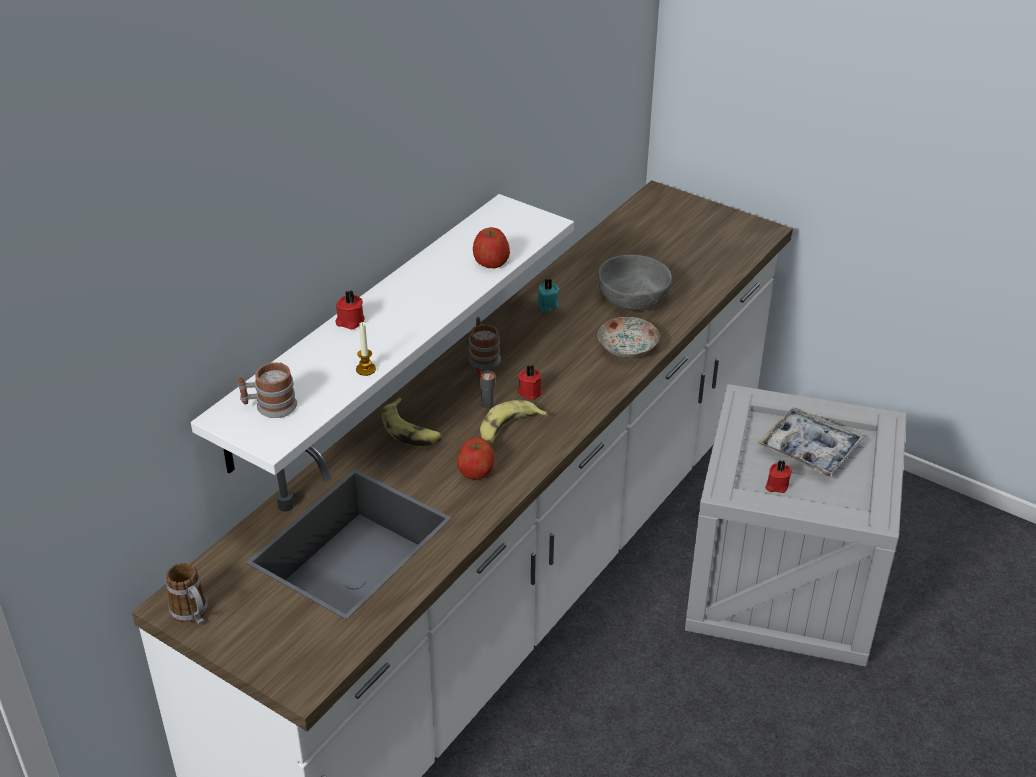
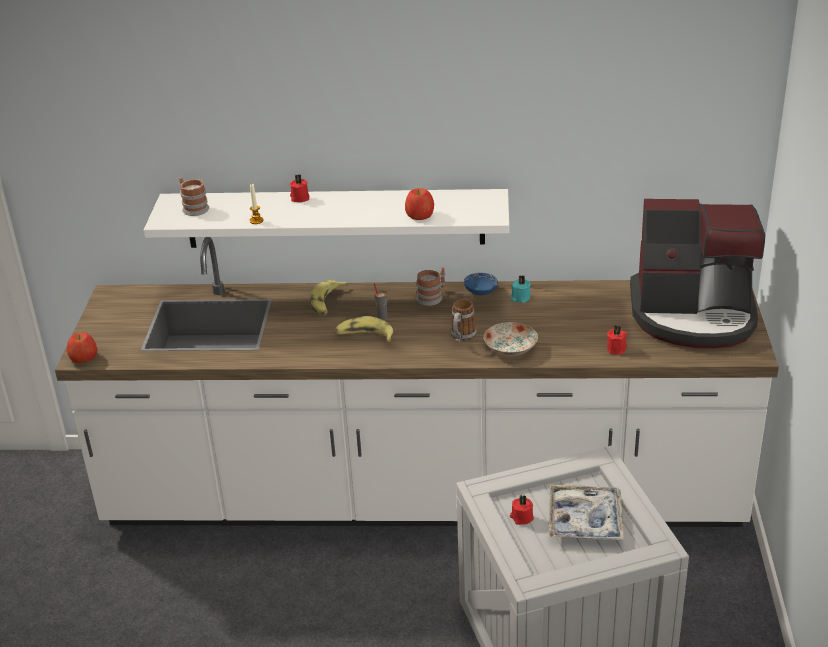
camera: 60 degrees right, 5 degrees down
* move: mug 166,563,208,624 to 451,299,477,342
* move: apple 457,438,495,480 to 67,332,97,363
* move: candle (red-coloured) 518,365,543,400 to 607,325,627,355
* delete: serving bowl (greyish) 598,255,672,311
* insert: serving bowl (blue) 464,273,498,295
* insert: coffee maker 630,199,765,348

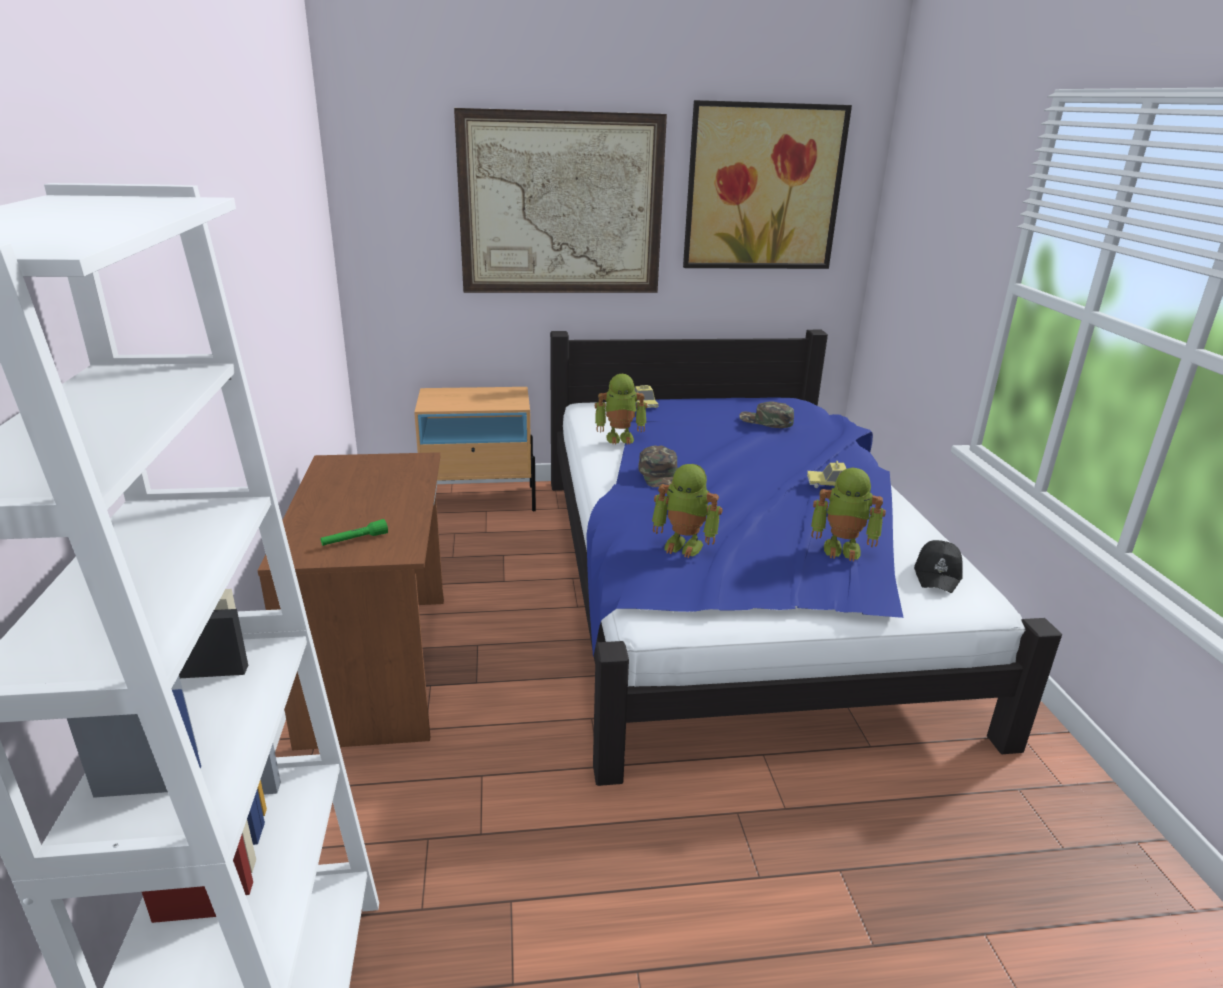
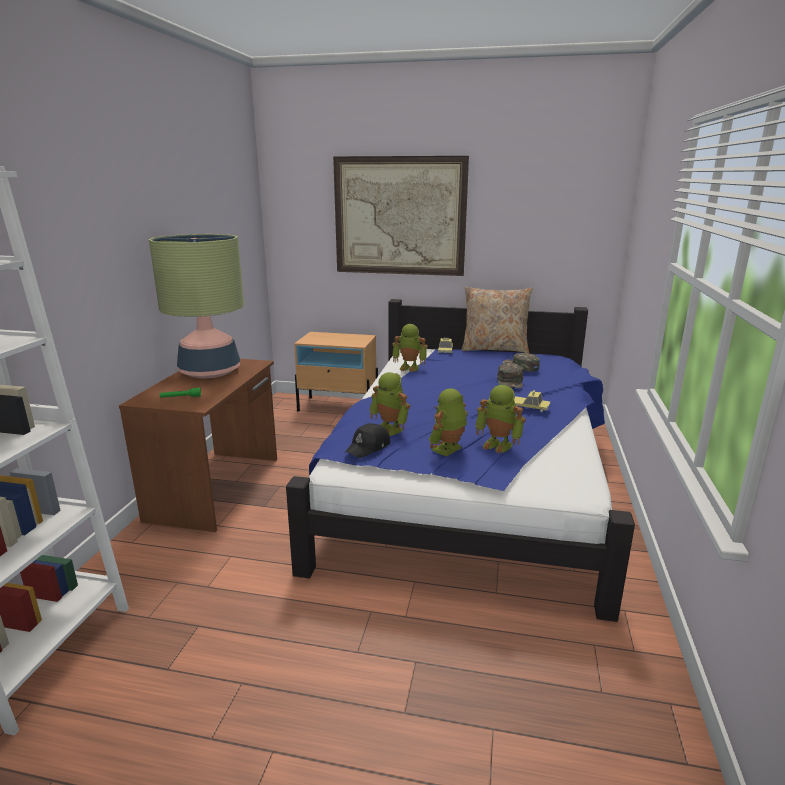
camera: 20 degrees right, 5 degrees down
* move: peaked cap (green) 638,445,678,487 to 497,363,523,388
* delete: wall art 683,100,852,269
* move: peaked cap (blackish) 914,540,963,593 to 345,423,390,458
* insert: tabletop lamp 149,234,244,379
* insert: model robot 429,388,468,456
* insert: throw pillow (beige-coloured) 462,287,532,353

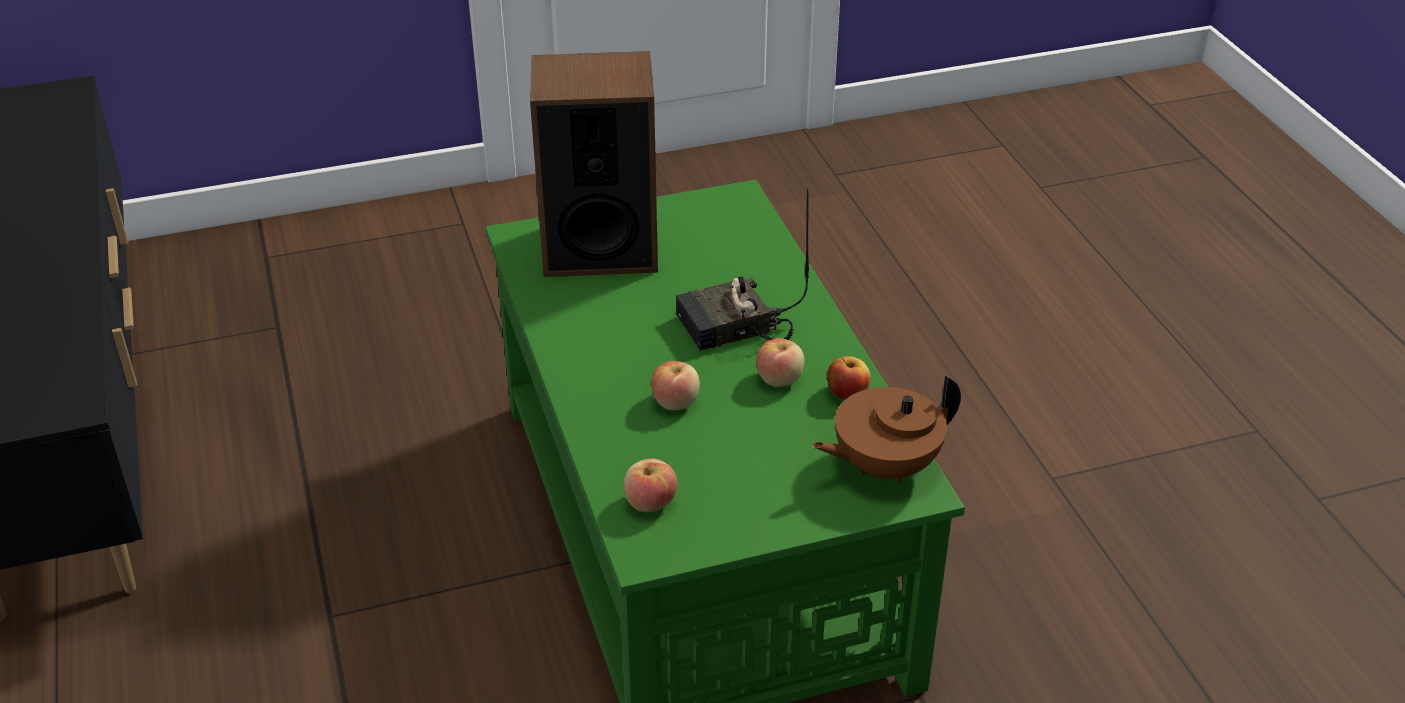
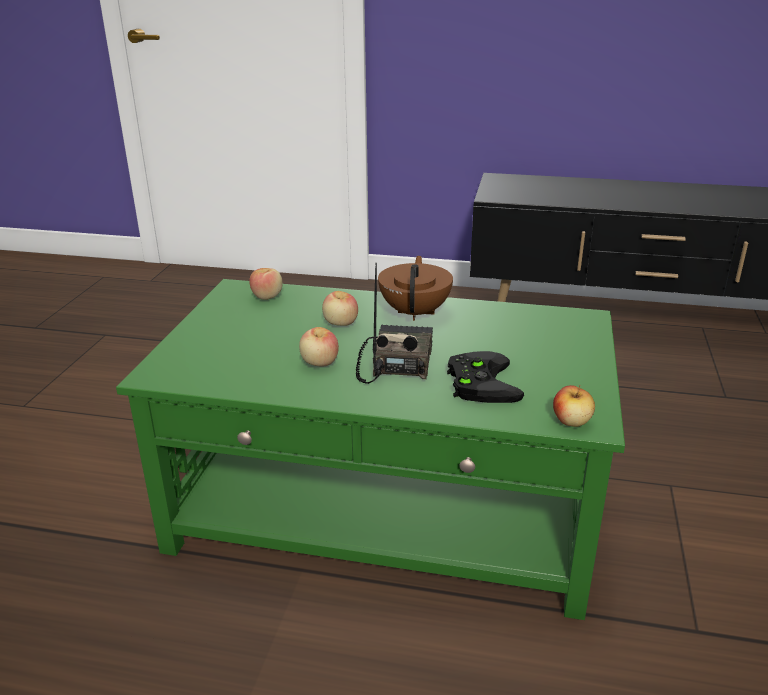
camera: 120 degrees right, 10 degrees down
* delete: audio speaker 530,51,658,277
* move: teapot (brown) 812,375,961,482 to 378,256,453,321
* move: apple 827,356,871,400 to 553,385,595,427
* insert: gamepad (blackish) 447,351,524,403

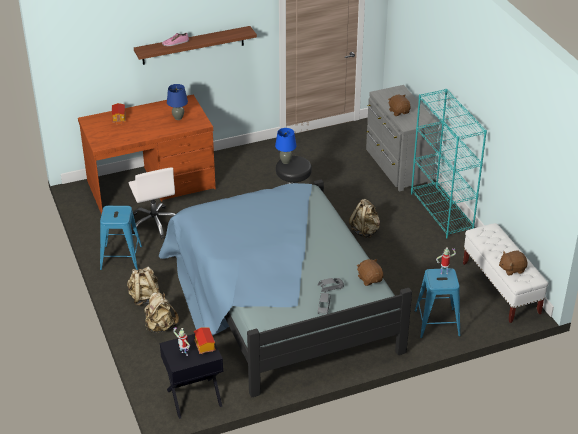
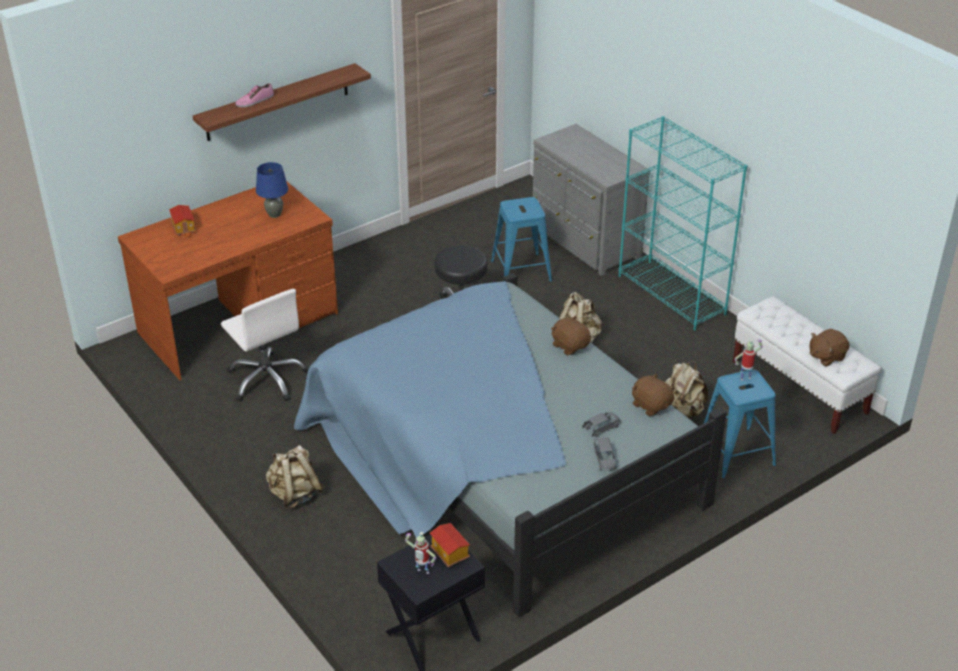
camera: 15 degrees left, 0 degrees up
* move: sitting stool (blue) 100,206,142,270 to 491,197,552,282
* move: knapsack (beige-coloured) 144,292,179,333 to 665,361,708,419
* delete: tabletop lamp (blue) 275,128,297,164
* move: soft toy (brown) 388,95,410,116 to 551,316,591,355

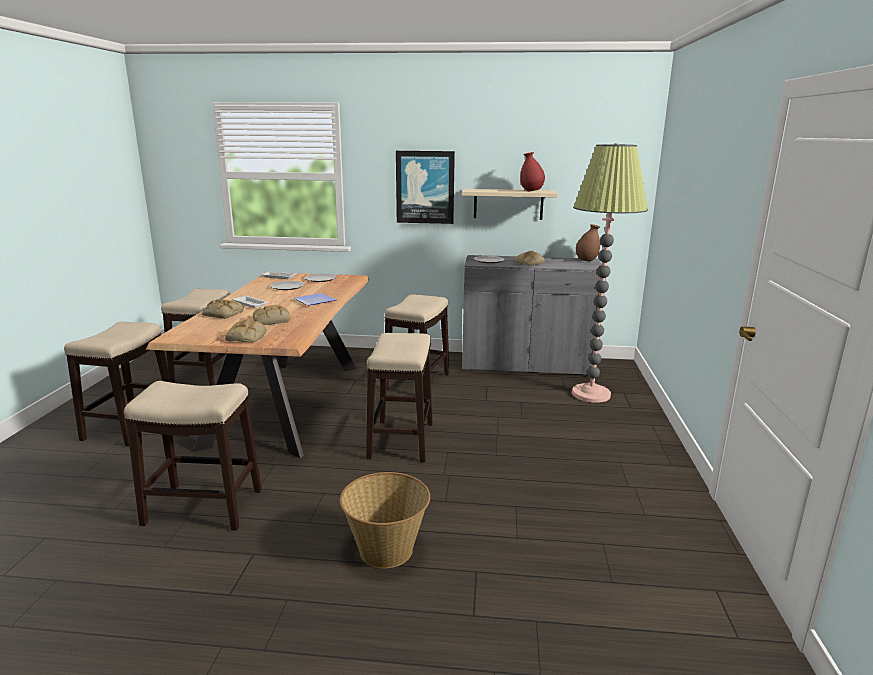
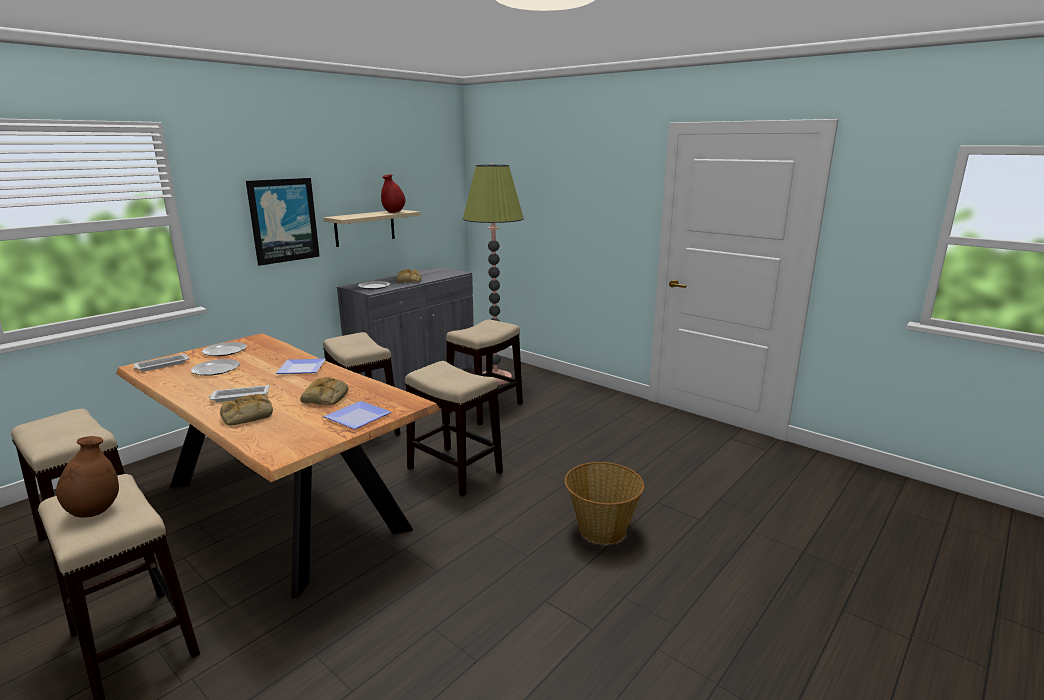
camera: 55 degrees left, 0 degrees up
* move: sitting stool 124,381,262,531 to 446,319,523,425
* replace: bakery bread 225,319,267,342 to dinner plate 323,401,391,429
* move: vase (brown) 576,224,600,262 to 56,436,119,518

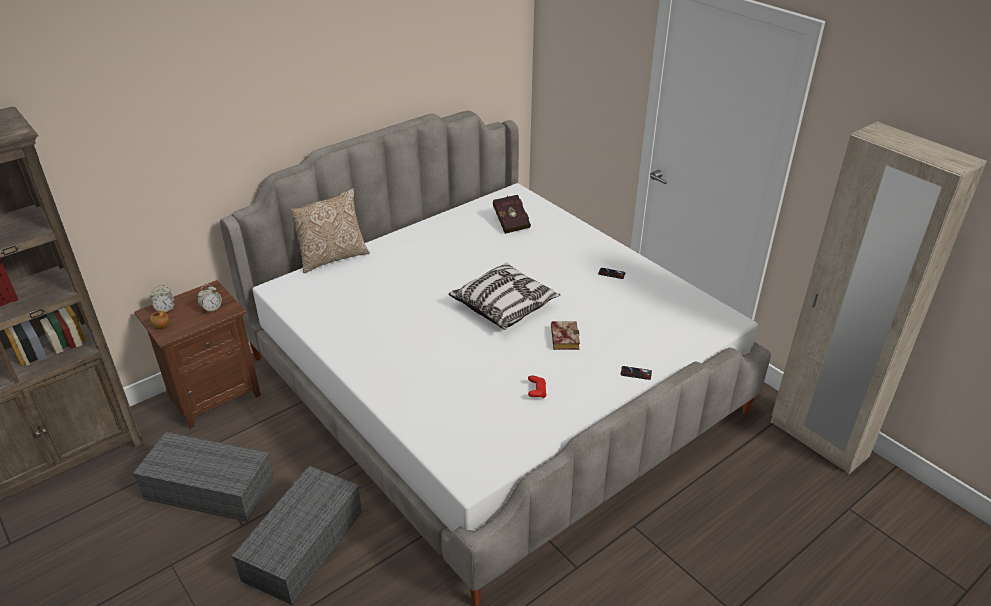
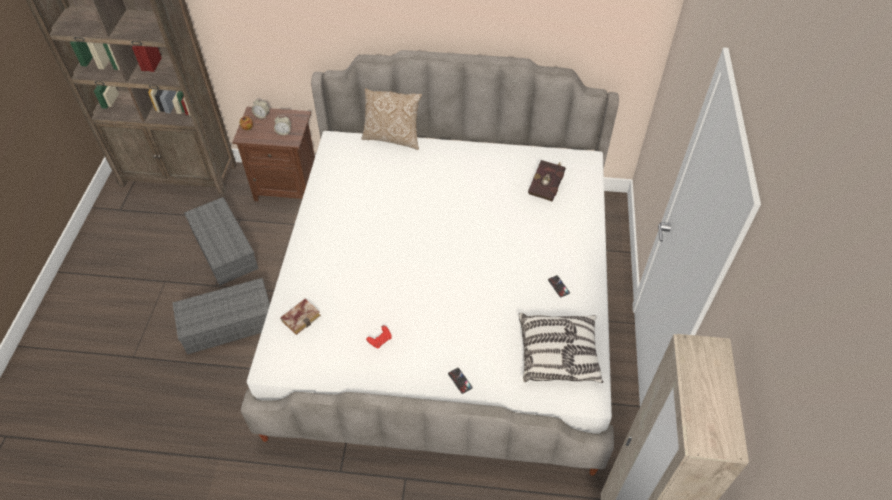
camera: 45 degrees right, 15 degrees up
* move: throw pillow 449,263,561,330 to 519,313,603,383
* move: volume 551,321,580,350 to 280,299,321,335

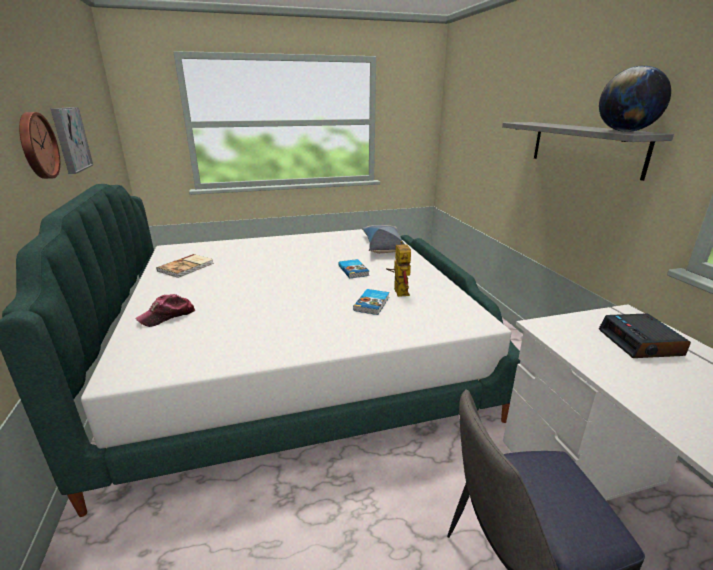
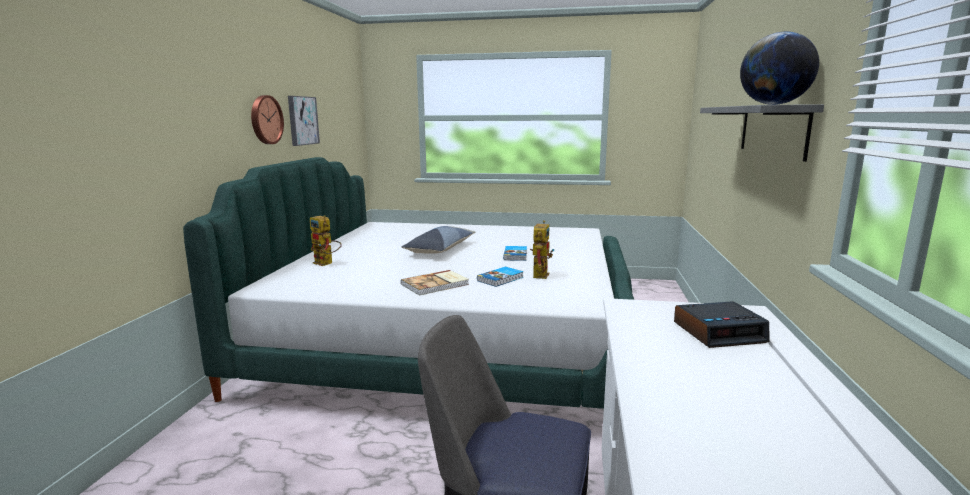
camera: 25 degrees right, 10 degrees down
* replace: peaked cap 135,294,195,327 to model robot 310,215,342,266
* move: volume 156,254,214,278 to 401,270,469,295
* move: throw pillow 362,225,405,254 to 401,226,475,254
* rotate: alarm clock 599,313,691,358 = 674,301,770,348 120 degrees counterclockwise

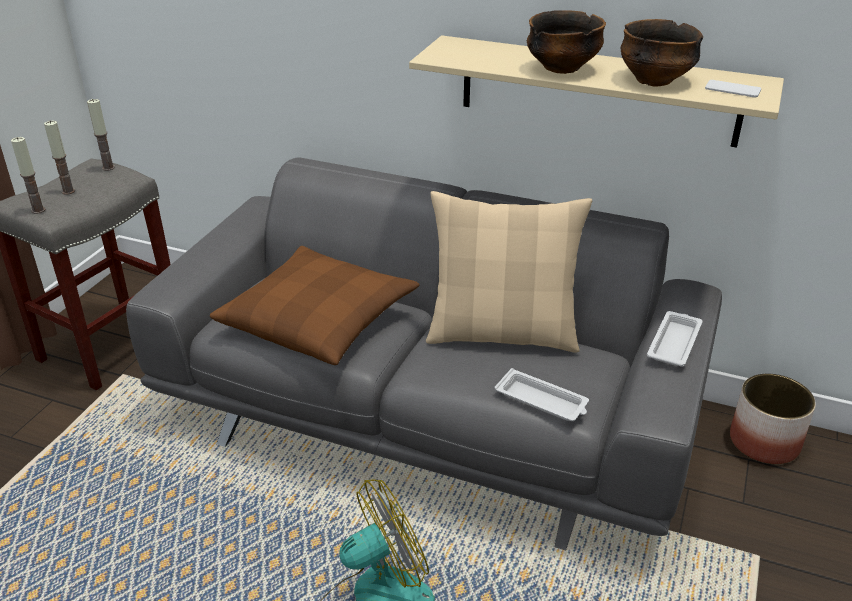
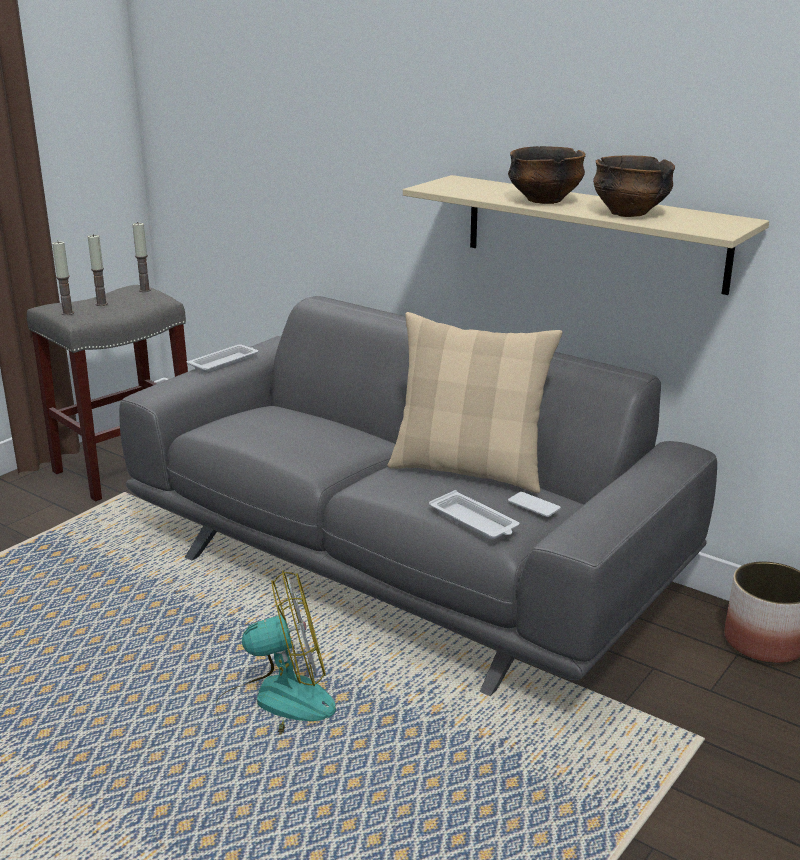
camera: 15 degrees right, 10 degrees down
* delete: throw pillow (brown) 210,246,420,365
* move: tray (white) 647,311,703,367 to 187,344,258,373
* move: telephone 705,80,761,98 to 508,492,561,517

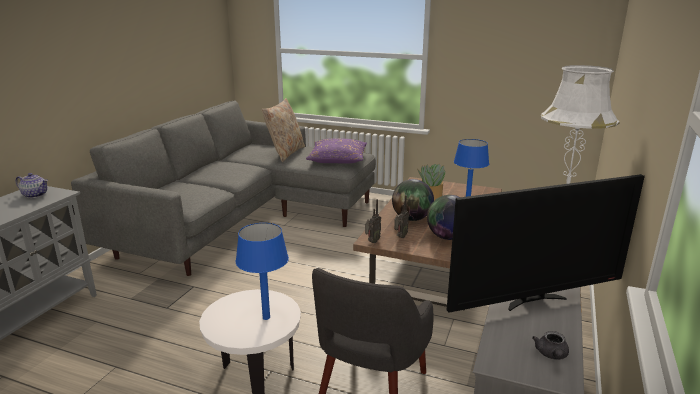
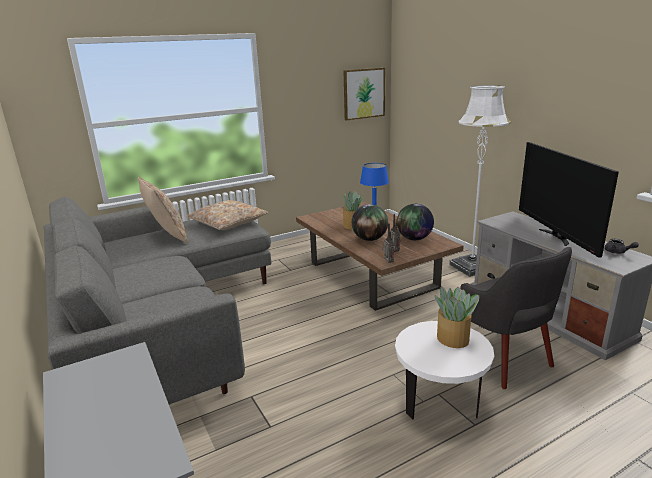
camera: 50 degrees left, 0 degrees up
* delete: teapot 16,173,48,198
* replace: tabletop lamp (blue) 236,223,289,320 to potted plant 435,286,479,348
* recolor: throw pillow (purple-coloured) 306,138,367,164 to throw pillow (beige-coloured) 187,200,268,230
* rotate: television 447,174,645,313 = 519,142,619,258 150 degrees clockwise
* insert: wall art 343,68,385,121

